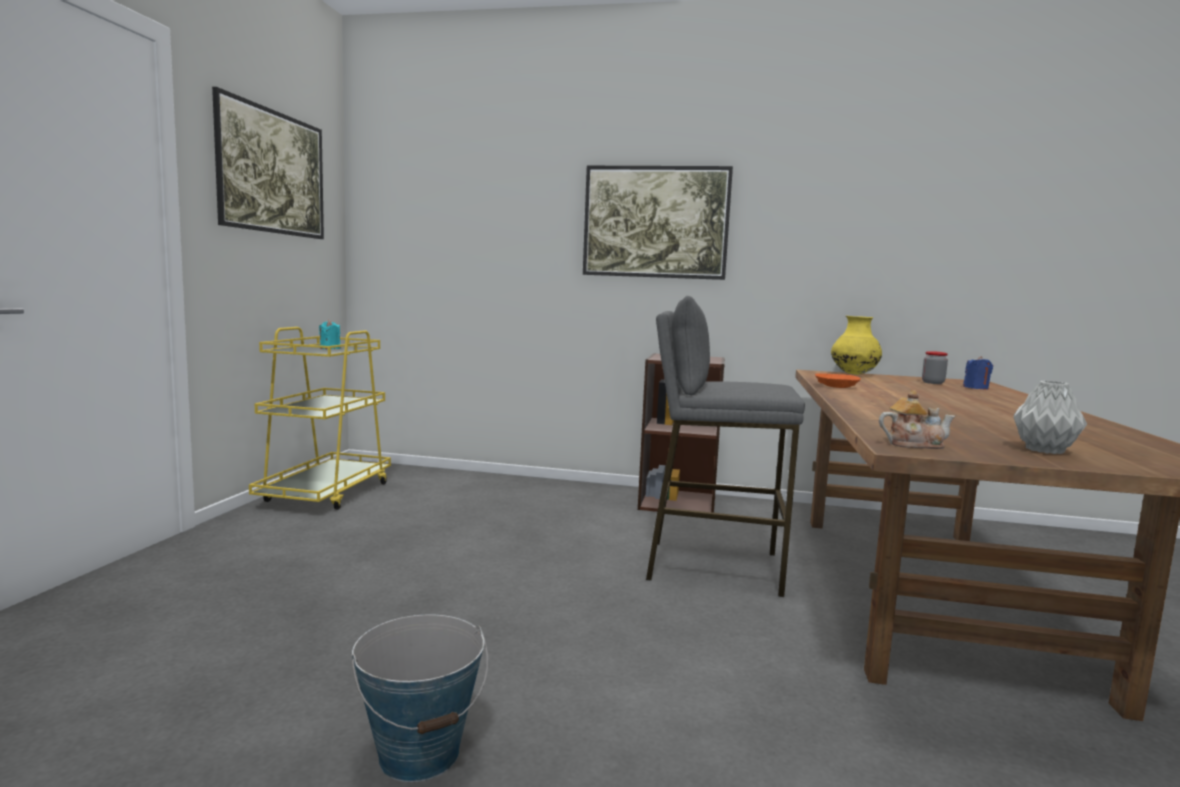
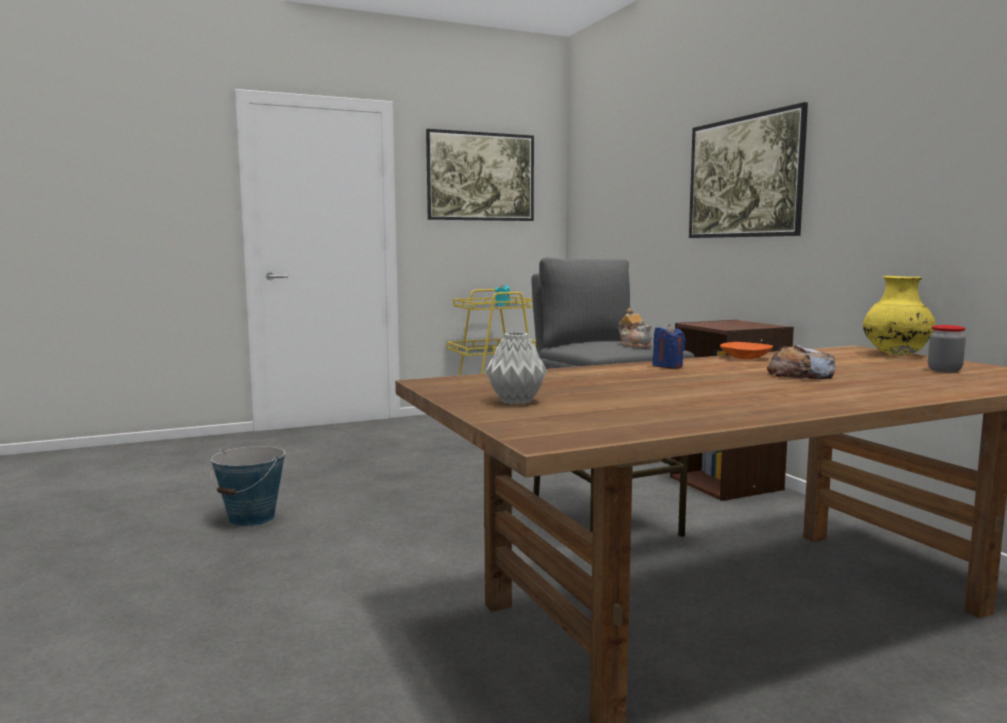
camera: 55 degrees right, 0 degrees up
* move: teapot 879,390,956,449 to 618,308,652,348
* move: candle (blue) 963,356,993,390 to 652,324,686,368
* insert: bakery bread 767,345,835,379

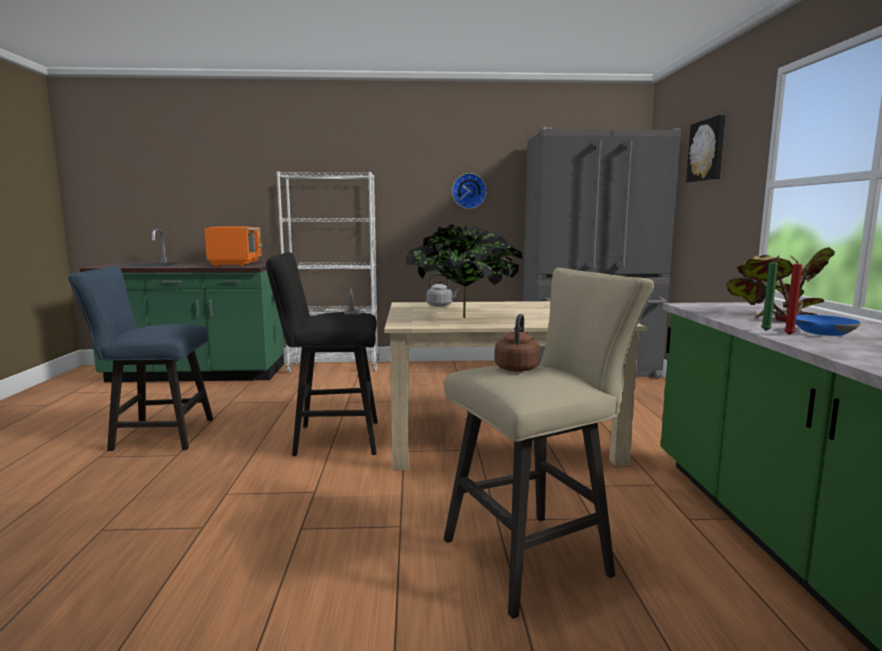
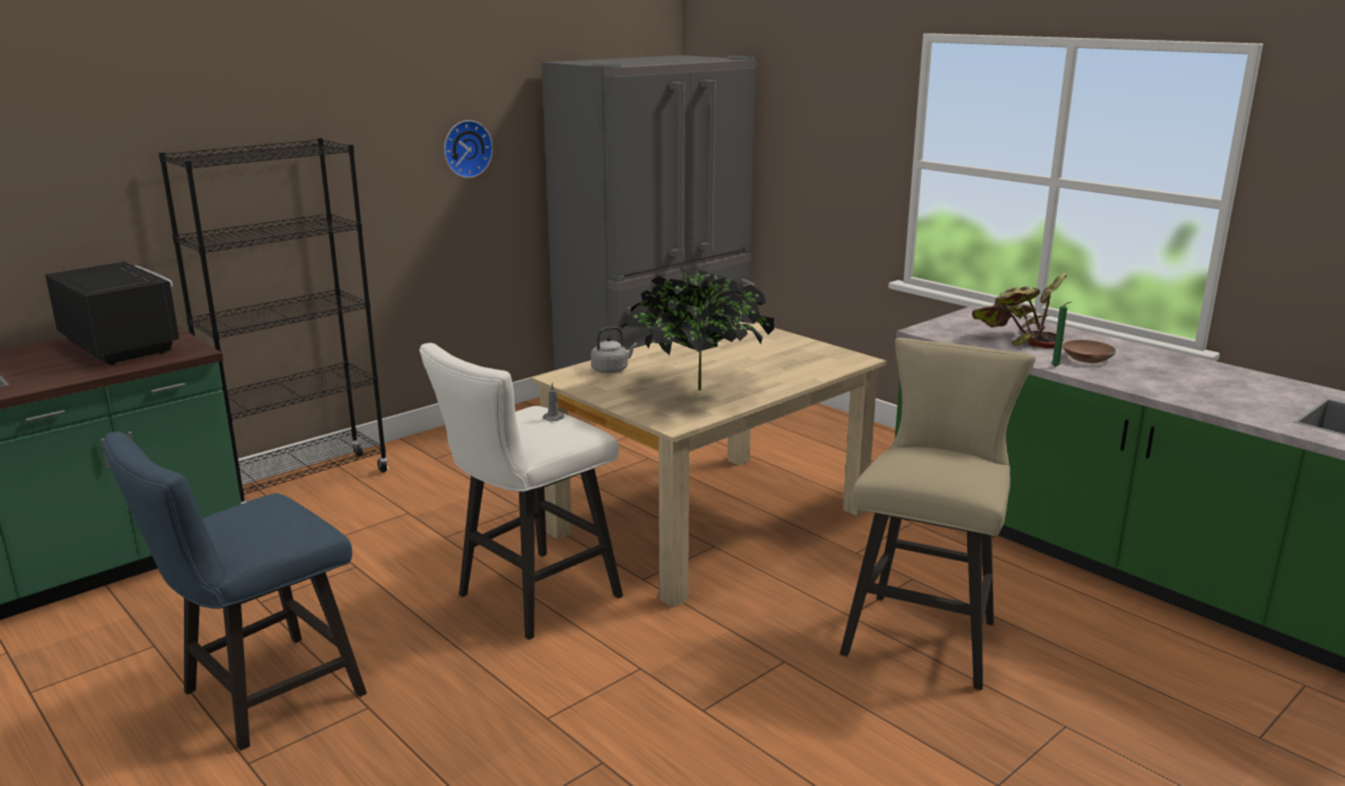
camera: 40 degrees left, 10 degrees up
* recolor: microwave (orange-coloured) 204,226,262,266 to microwave (blackish) 45,262,180,365
* recolor: sitting stool (blackish) 266,252,378,456 to sitting stool (white) 419,343,623,640
* recolor: bookshelf (white) 277,172,379,372 to bookshelf (blackish) 159,138,388,504
* delete: kettle (brown) 494,314,540,372
* delete: wall art 686,115,726,182
* delete: candle (red-coloured) 784,256,802,335
* recolor: serving bowl (blue) 795,315,861,336 to serving bowl (brown) 1063,340,1116,363

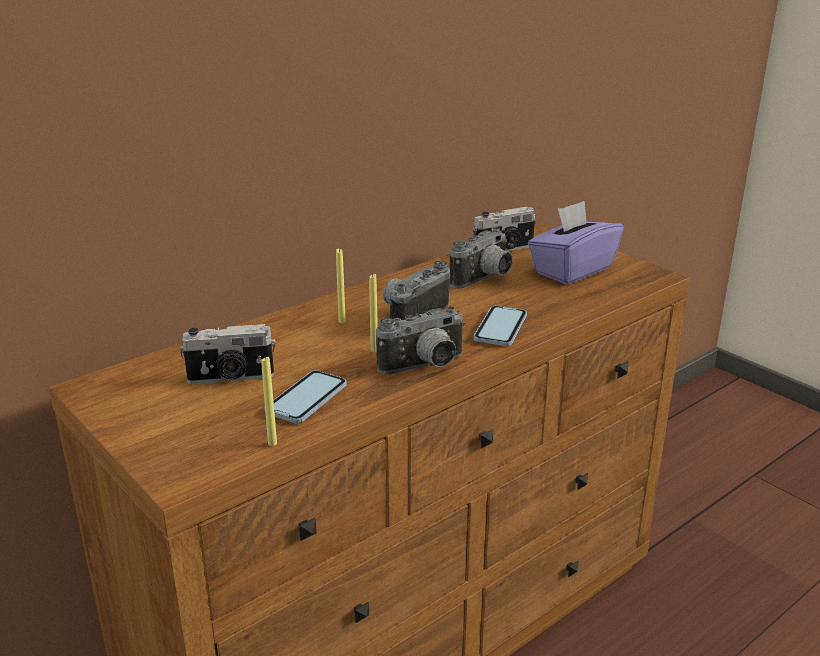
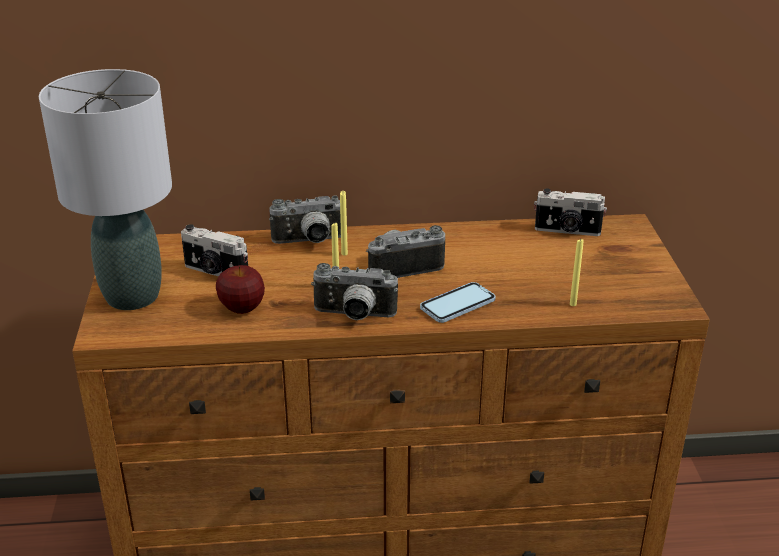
camera: 35 degrees right, 5 degrees up
* move: candle (yellowish) 261,357,277,446 to 570,238,584,306
* replace: telephone 273,370,347,423 to apple 216,265,265,314
* move: photo camera 450,227,513,289 to 269,196,347,244
* delete: tissue box (purple-coloured) 528,201,624,284
* insert: tabletop lamp (greyish) 39,69,172,310

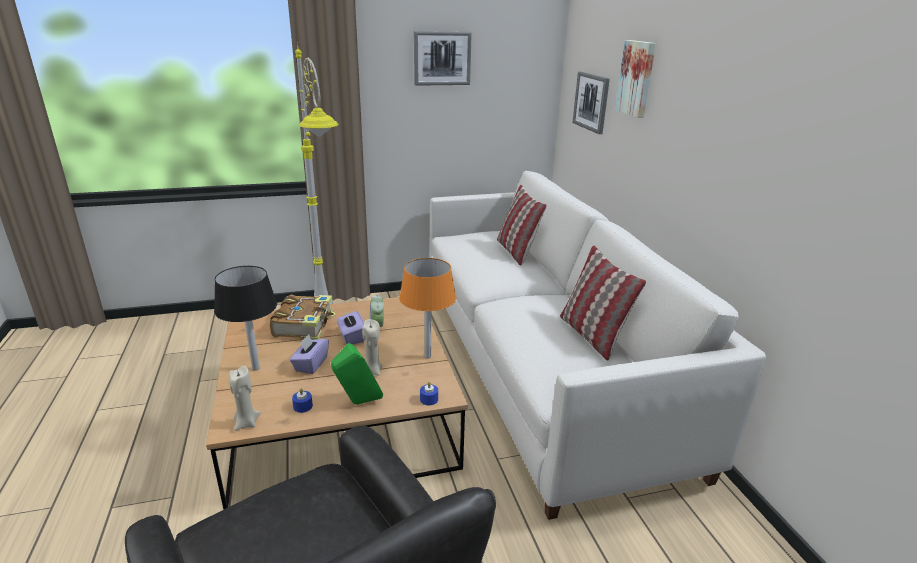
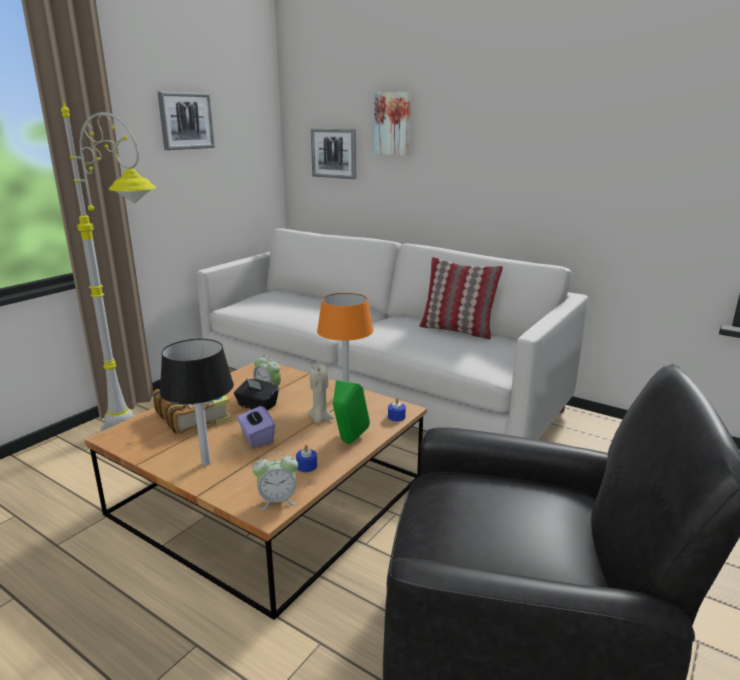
camera: 40 degrees left, 5 degrees down
* replace: candle (beige-coloured) 229,366,261,431 to alarm clock 252,452,298,510
* recolor: tissue box (purple-coloured) 337,310,364,345 to tissue box (blackish) 234,378,279,411
* delete: throw pillow 497,185,547,266

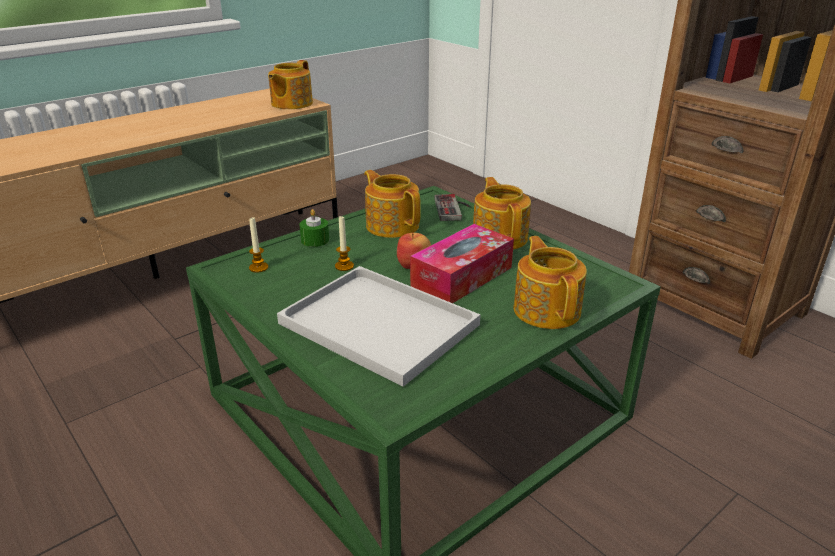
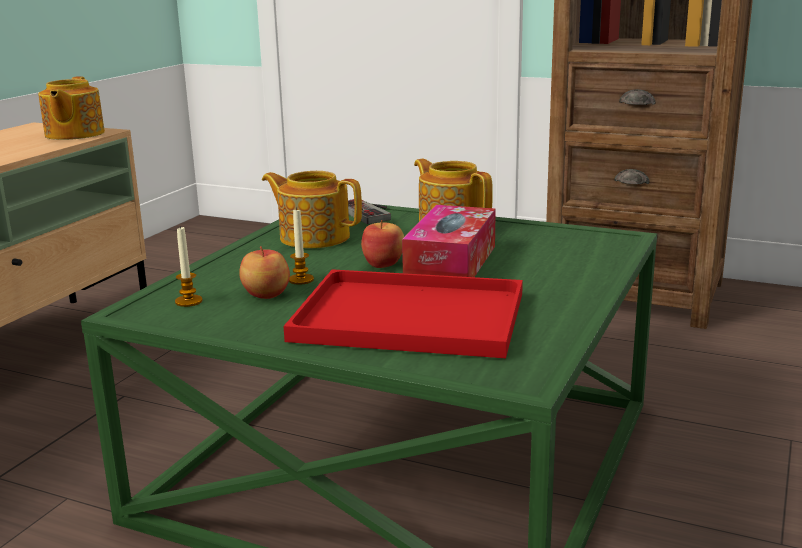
camera: 25 degrees left, 10 degrees down
* recolor: tray (white) 277,266,480,387 to tray (red-coloured) 283,269,523,358
* delete: candle (green) 299,209,329,247
* delete: teapot 513,236,587,329
* insert: apple 239,246,290,299

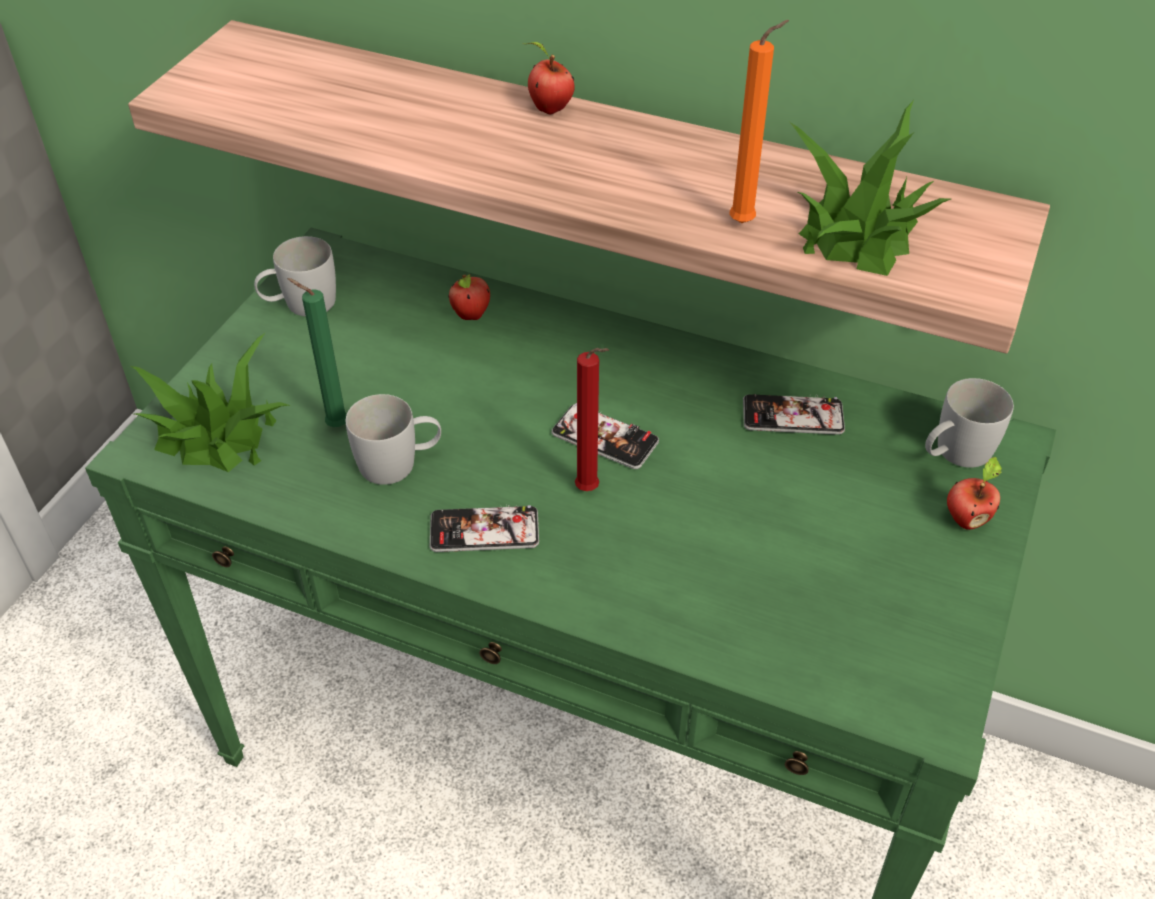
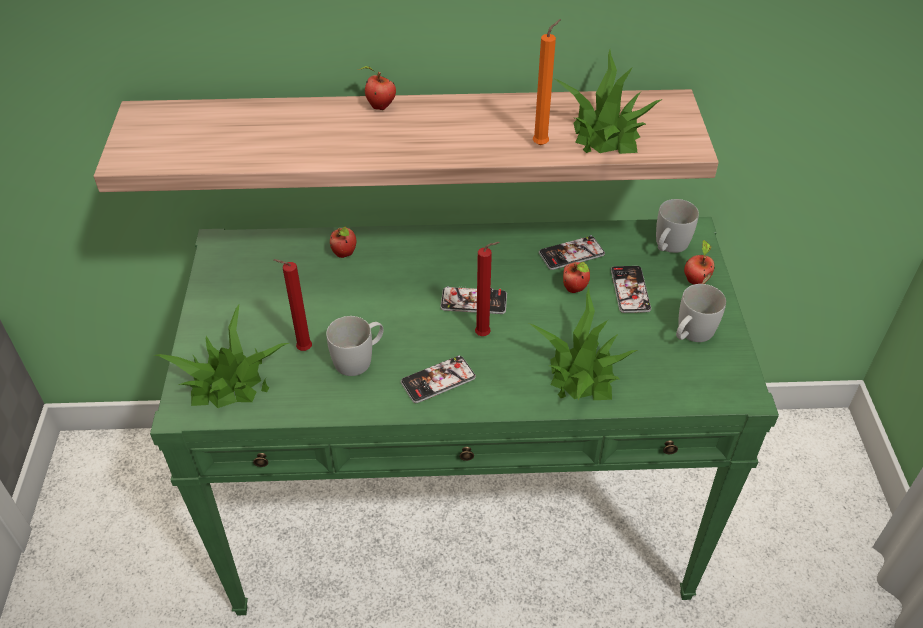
camera: 25 degrees left, 0 degrees up
* move: mug (white) 254,236,336,316 to 676,284,726,342
* recolor: candle (green) 287,278,347,427 to candle (red-coloured) 273,259,312,351
* insert: potted plant 529,287,637,401
* insert: apple 563,262,590,293
* insert: telephone 611,266,651,313

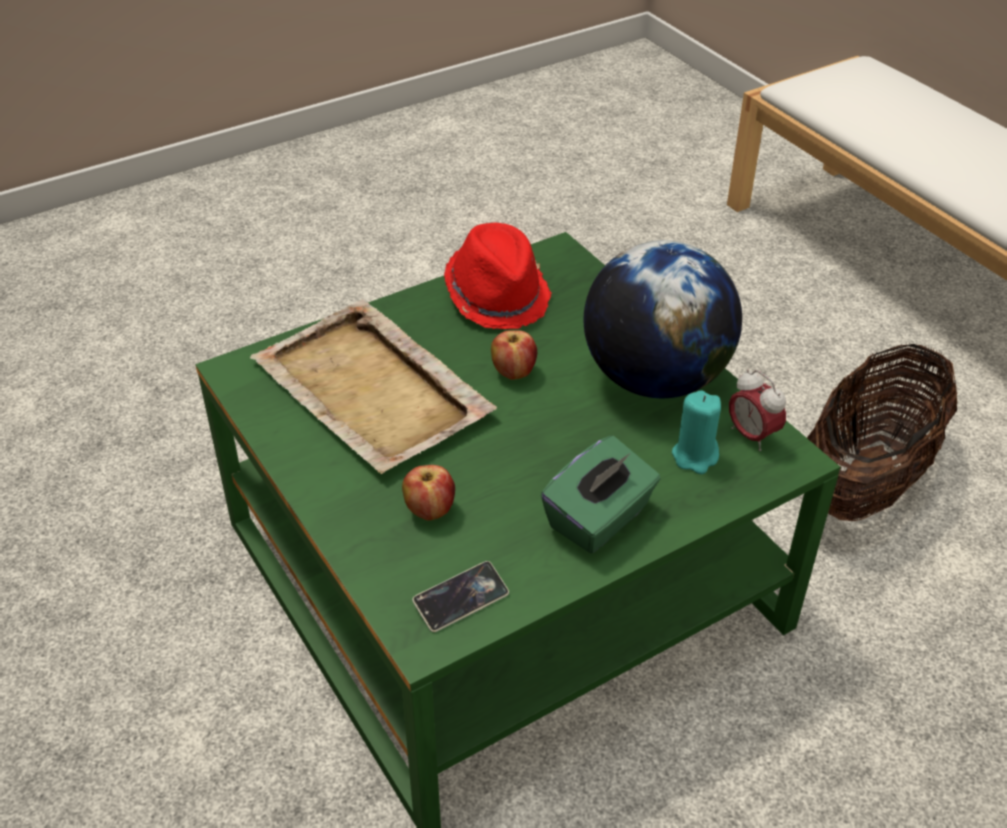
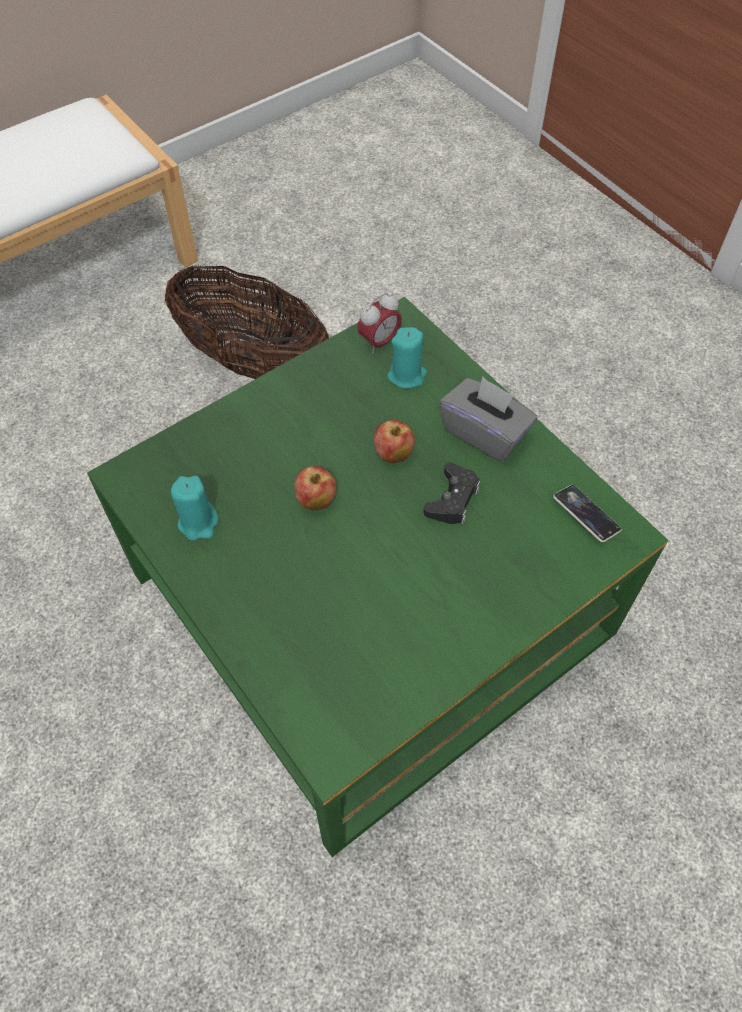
camera: 95 degrees left, 15 degrees up
* delete: tray (beige-coloured) 250,300,497,474
* move: apple 402,465,455,520 to 374,420,415,463
* replace: wearable hat (red-coloured) 444,223,552,329 to candle (turquoise) 171,476,218,541
* recolor: tissue box (green) 541,436,660,553 to tissue box (greyish) 439,376,537,462
* delete: world globe 584,240,742,398
* insert: gamepad (blackish) 423,462,480,524

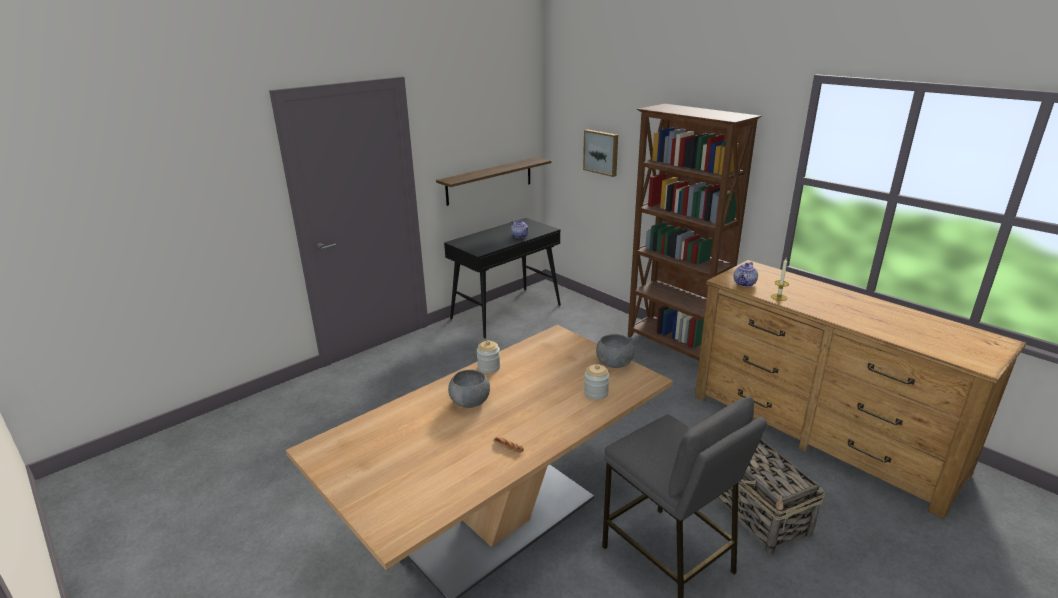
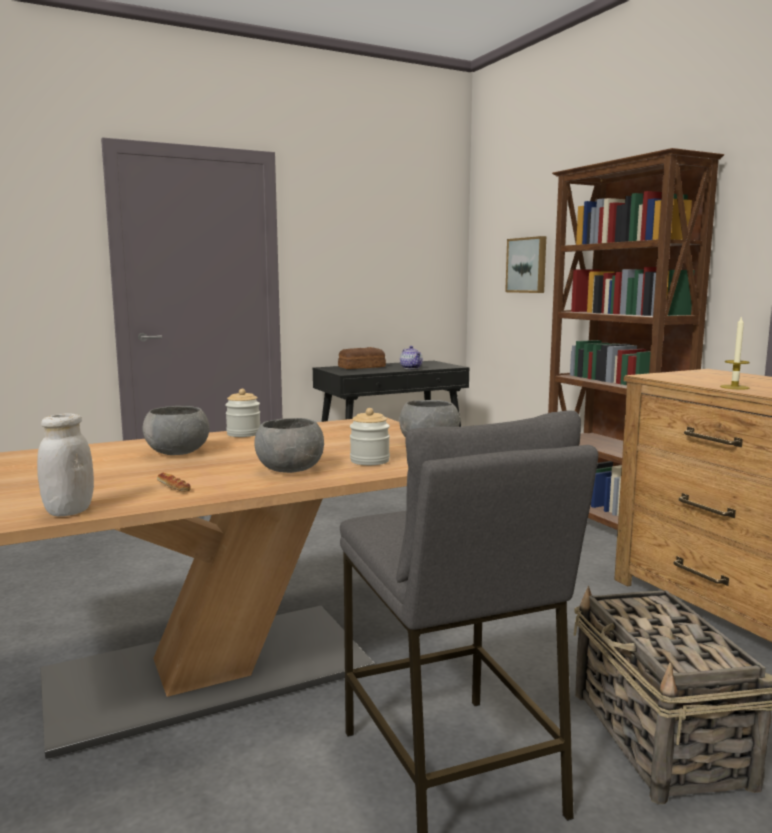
camera: 15 degrees right, 15 degrees down
* delete: wall shelf 436,157,551,206
* delete: teapot 734,262,758,287
* insert: storage jar (white) 37,413,94,516
* insert: serving bowl (greyish) 254,418,324,473
* insert: bakery bread 338,347,386,369

